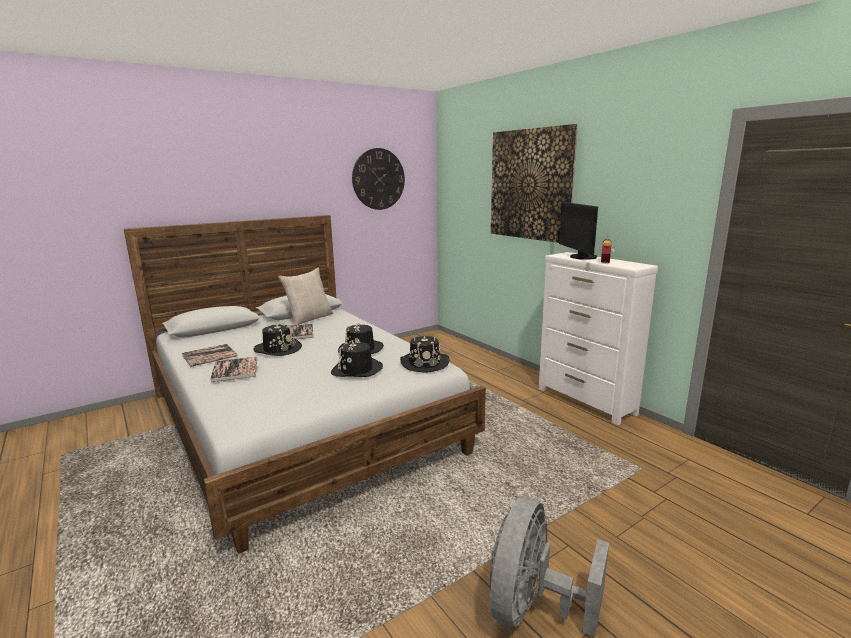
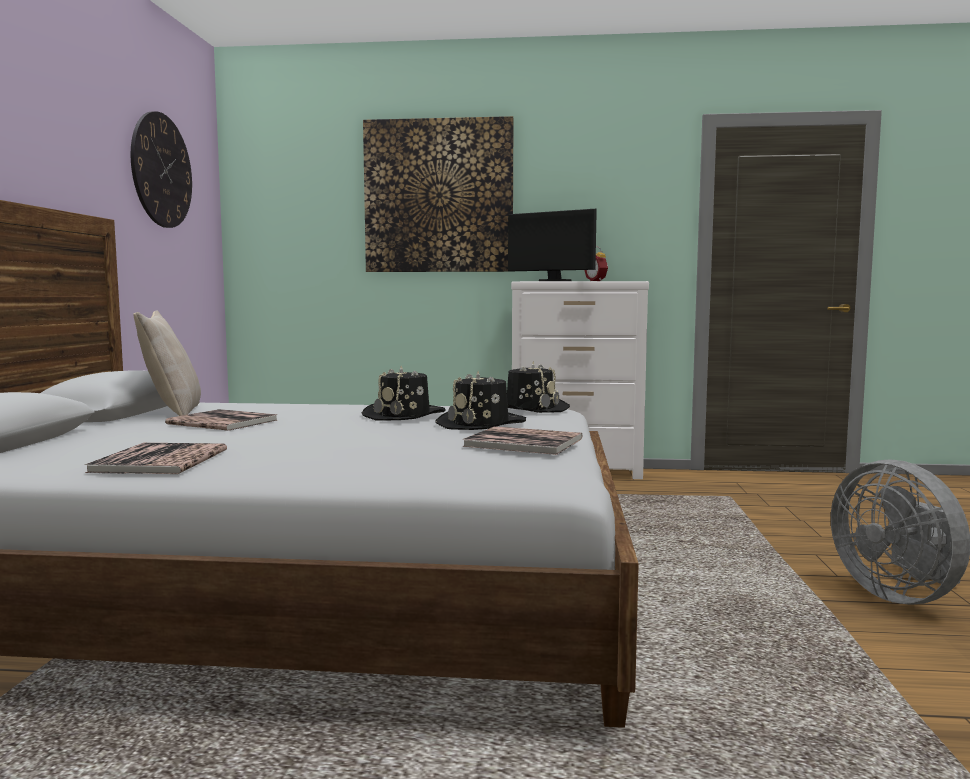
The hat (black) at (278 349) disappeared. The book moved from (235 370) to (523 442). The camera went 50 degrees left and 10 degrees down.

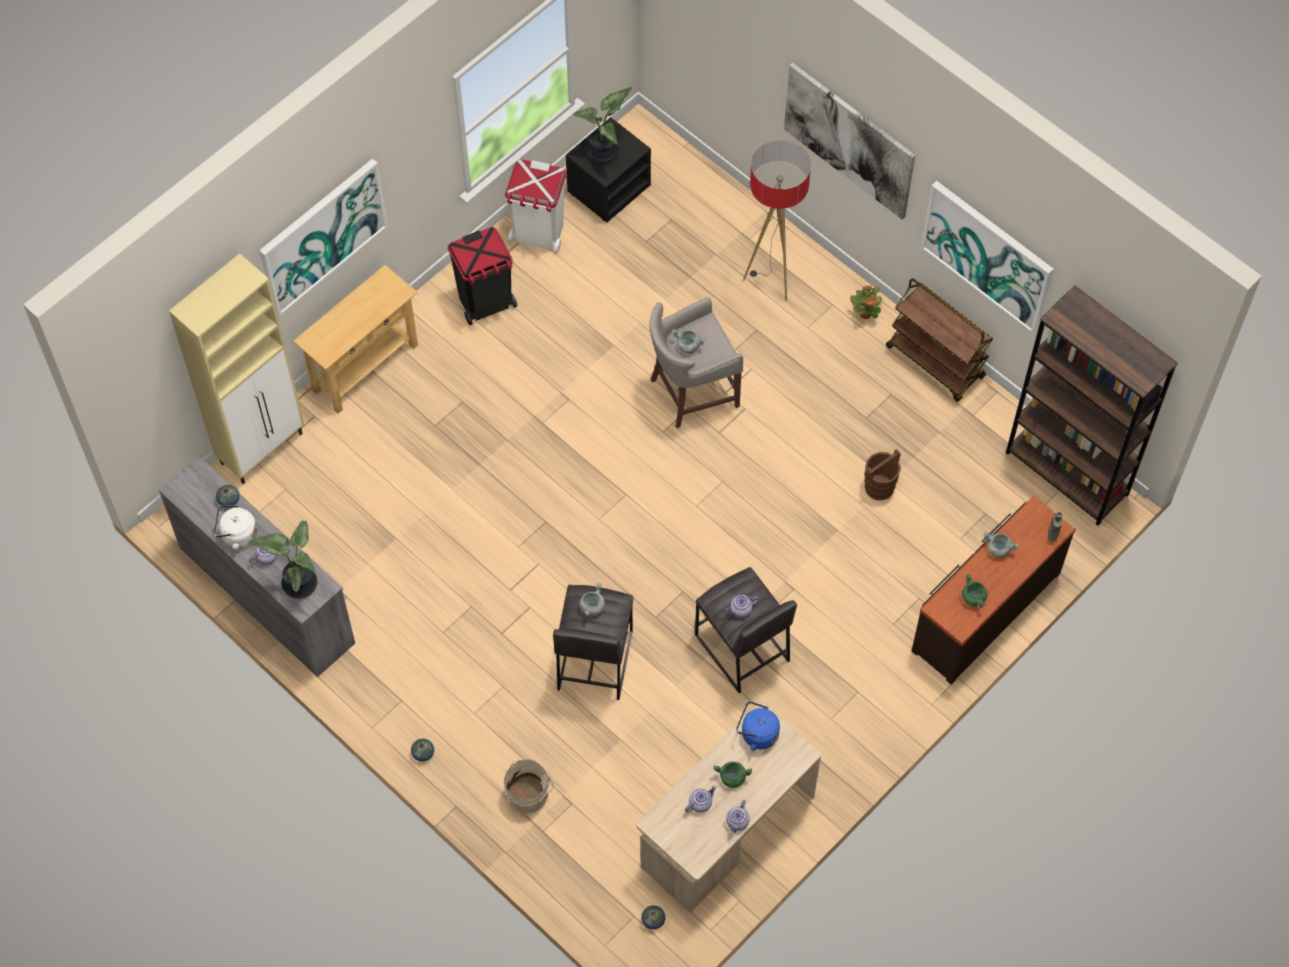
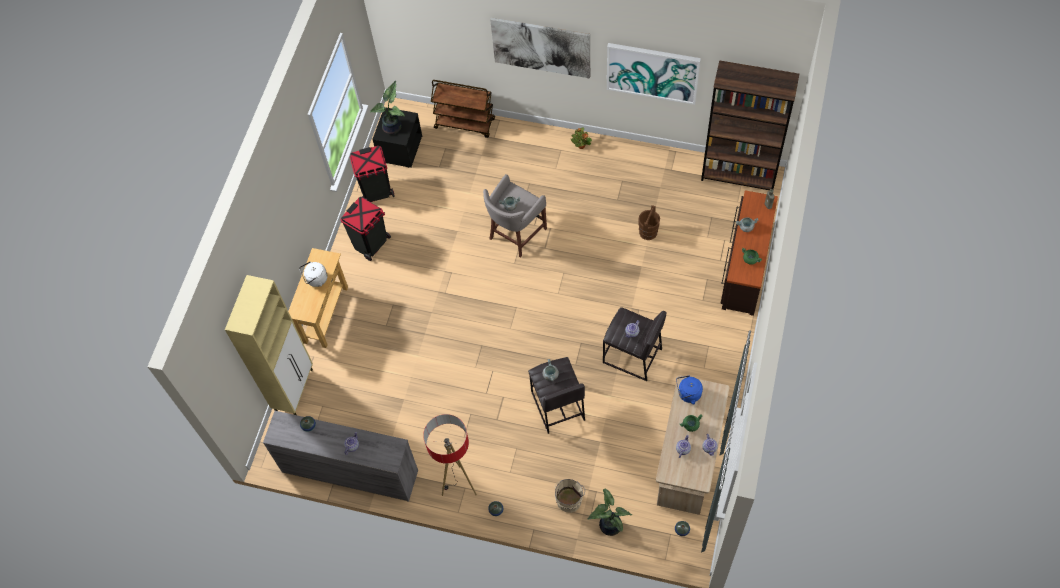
The floor lamp moved from (771 279) to (459 485). The picture at (322 236) disappeared. The trash can (white) at (538 233) became the trash can (black) at (377 192). The cart (brown) moved from (936 362) to (465 123). The kettle (white) moved from (237 535) to (315 279). The potted plant moved from (298 582) to (609 525). The camera went 25 degrees left and 0 degrees up.

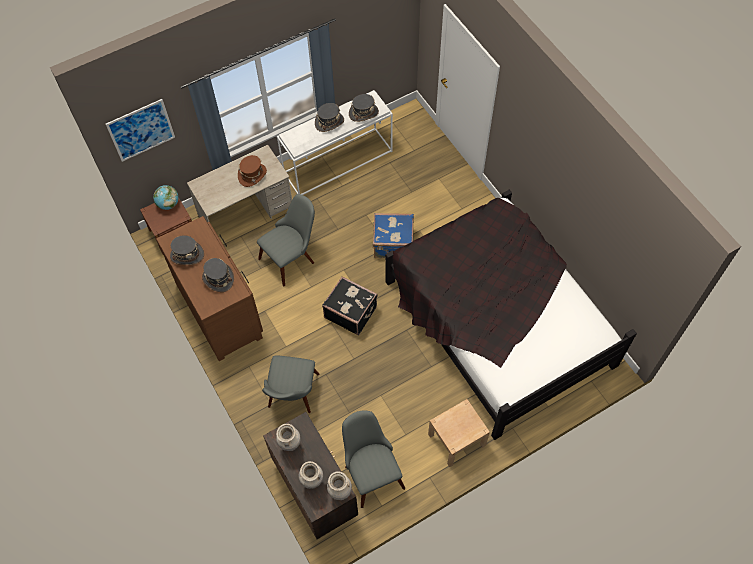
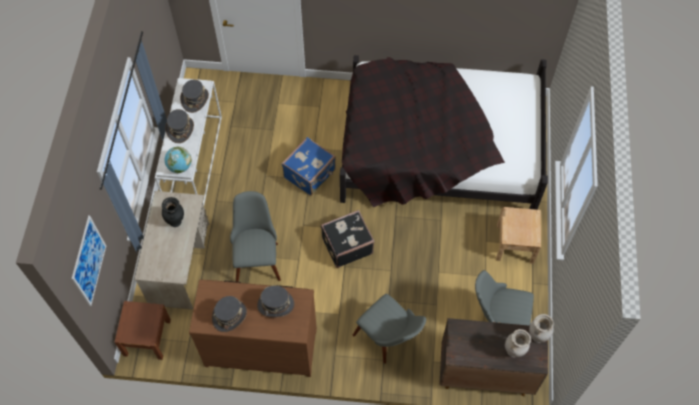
The hat (brown) at (252 175) was replaced by the vase (black) at (176 222). The globe moved from (168 204) to (180 166). The vase (beige) at (290 445) disappeared. The camera went 55 degrees left and 0 degrees up.

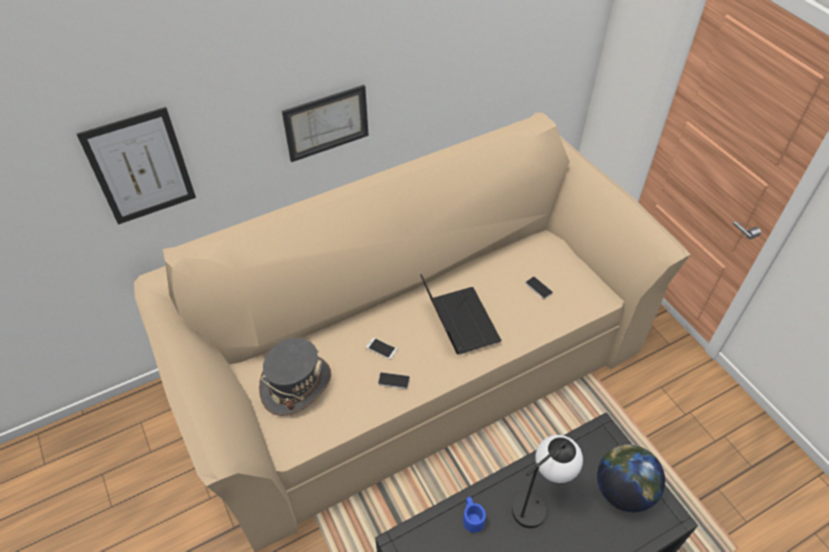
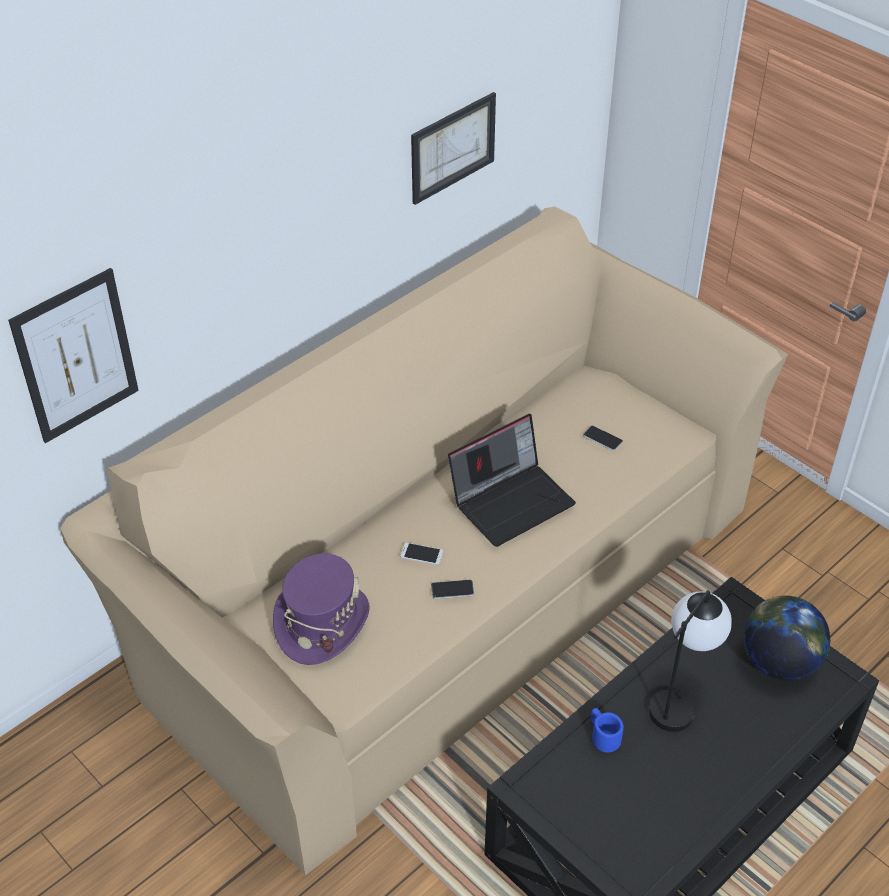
The picture moved from (326 123) to (452 147). The laptop at (458 322) turned 90 degrees clockwise. The hat (grey) at (296 384) became the hat (purple) at (322 622). The camera went 15 degrees left and 5 degrees down.

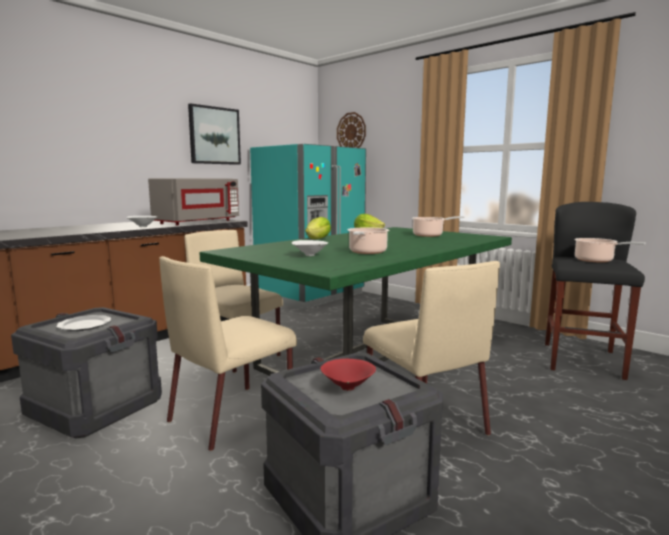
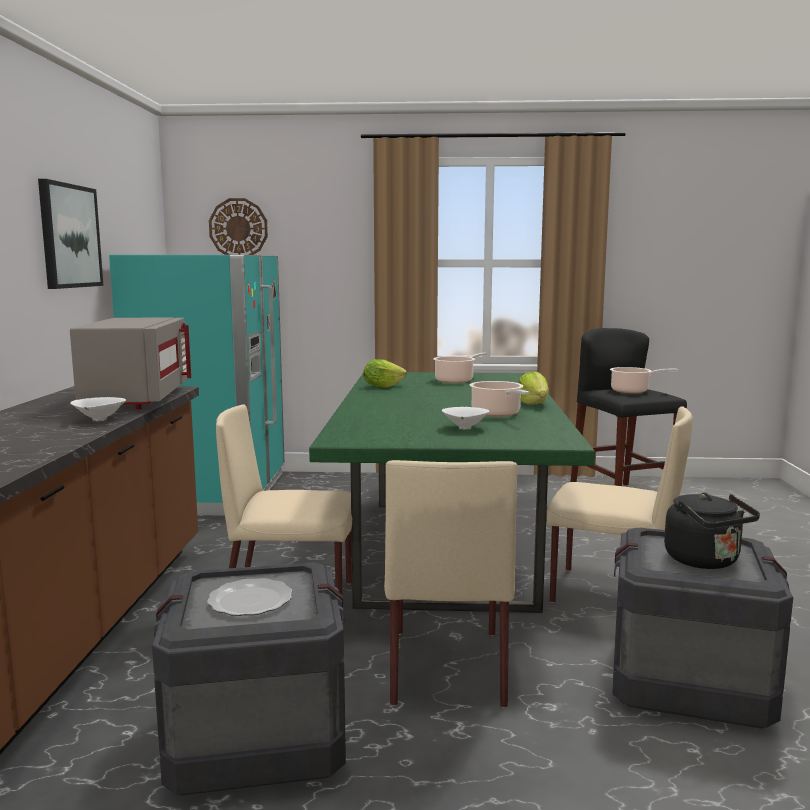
The lettuce moved from (318 239) to (533 404). The bowl (red) at (347 388) was replaced by the kettle (black) at (705 561). The camera went 40 degrees left and 0 degrees up.

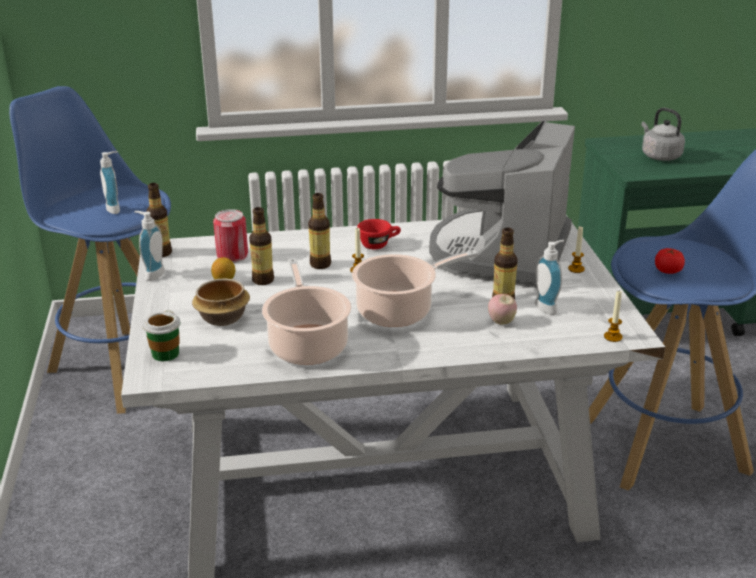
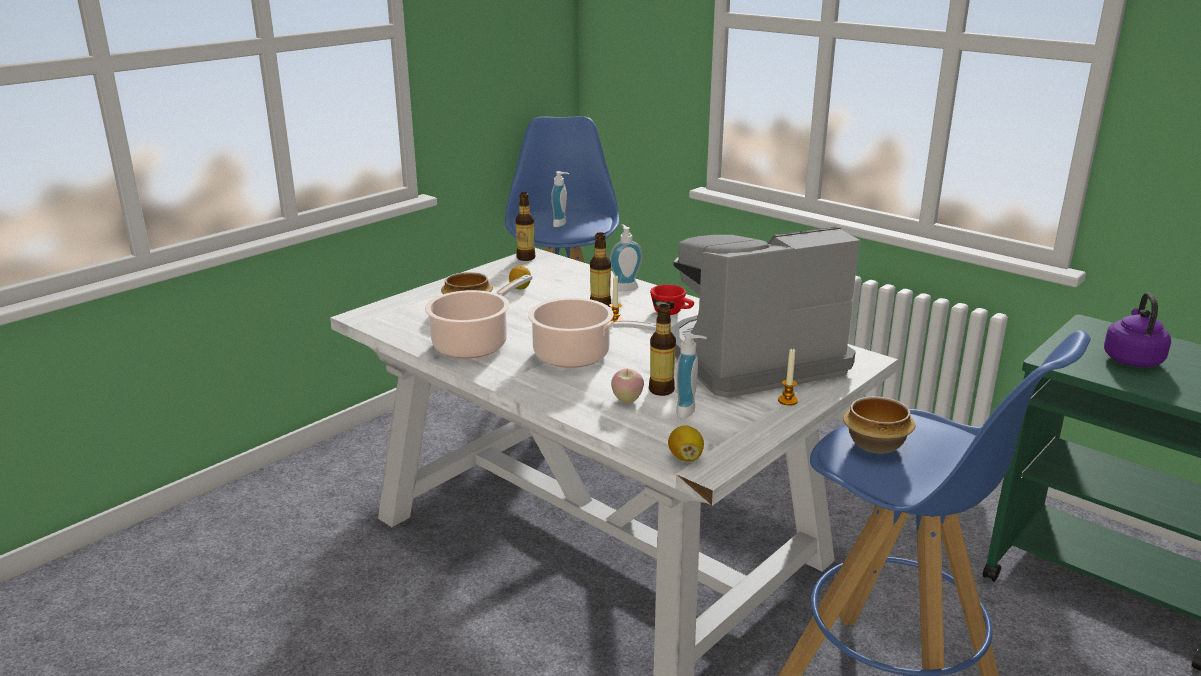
The kettle (grey) at (659 156) became the kettle (purple) at (1131 359). The bottle at (263 280) disappeared. The can at (232 255) disappeared. The soap dispenser moved from (152 274) to (624 287). The tomato at (668 270) was replaced by the bowl at (876 445). The candle at (613 337) was replaced by the lemon at (685 457). The cup at (165 354) disappeared. The camera went 50 degrees right and 5 degrees down.

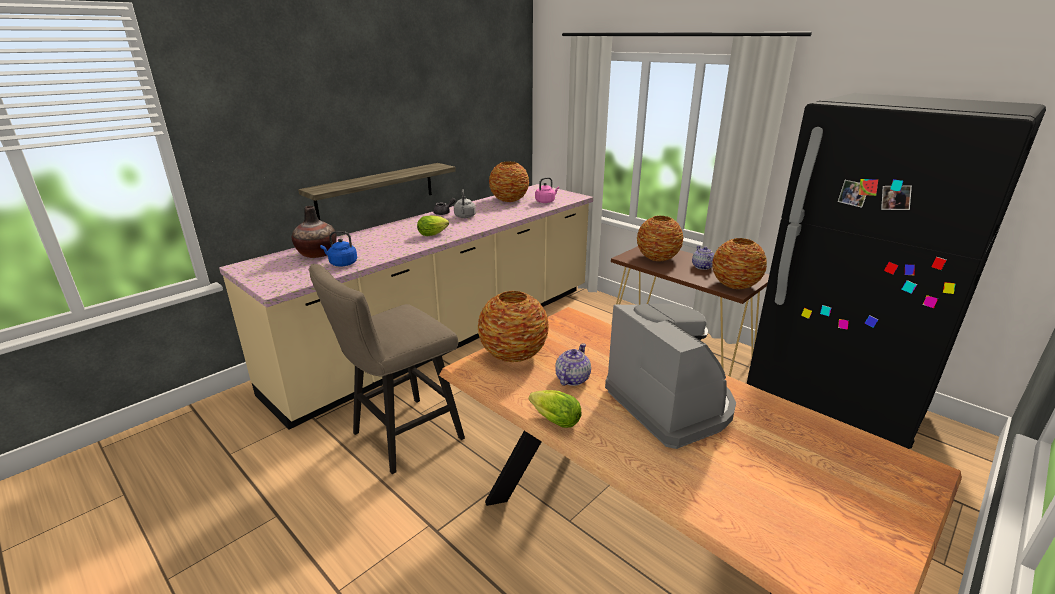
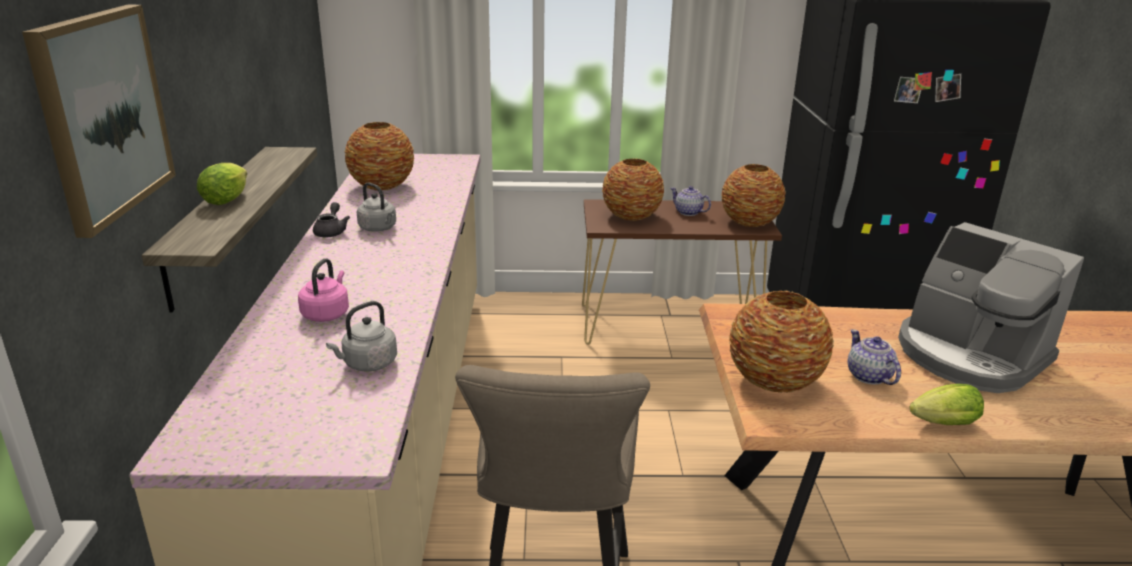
The kettle (pink) moved from (546 201) to (327 313). The vase at (317 254) disappeared. The lettuce moved from (434 234) to (228 199). The kettle (blue) at (342 263) became the kettle (grey) at (367 364). The coffee machine at (671 404) turned 150 degrees counterclockwise. The picture at (103 114) appeared. The camera went 45 degrees left and 0 degrees up.

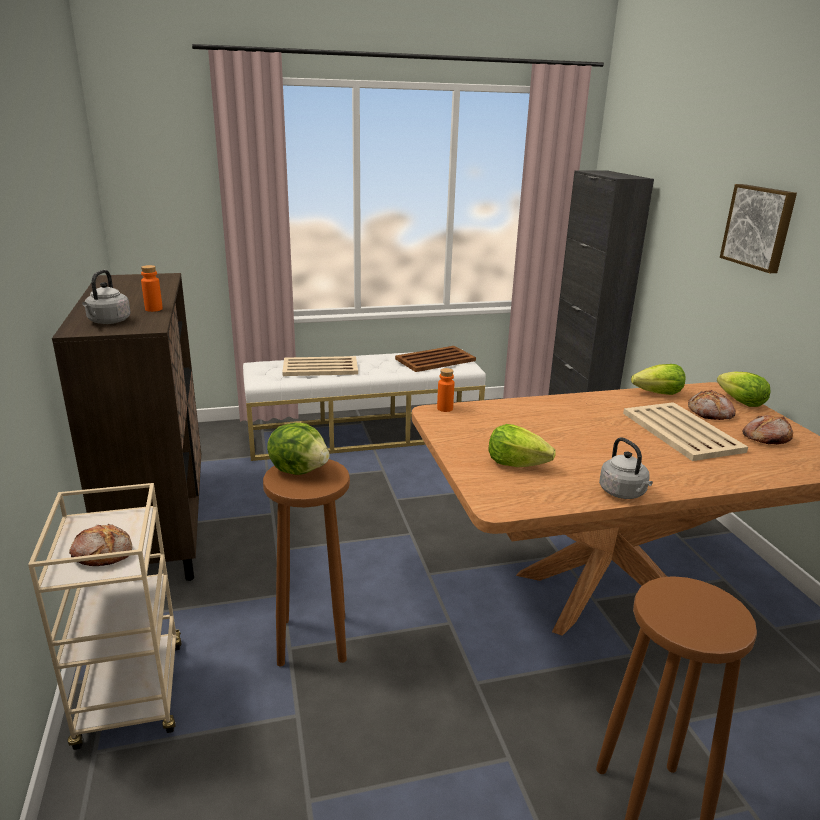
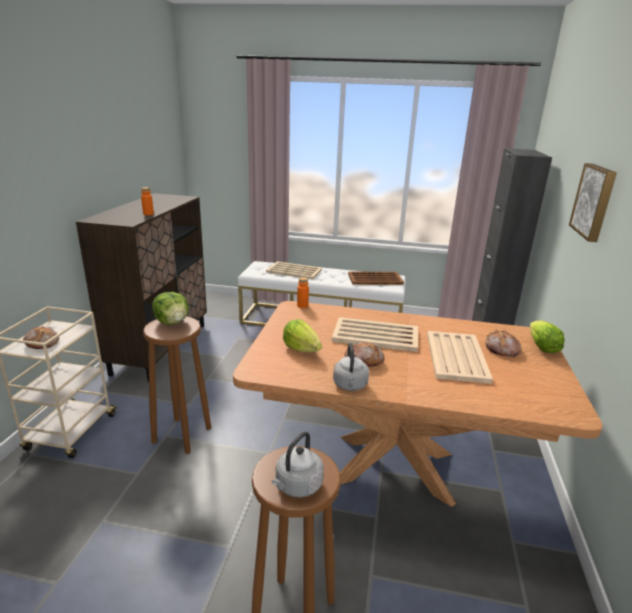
The kettle (grey) moved from (108 322) to (297 486). The lettuce at (658 394) disappeared. The bread moved from (765 438) to (363 360). The tray (beige) at (376 335) appeared. The camera went 25 degrees right and 0 degrees up.

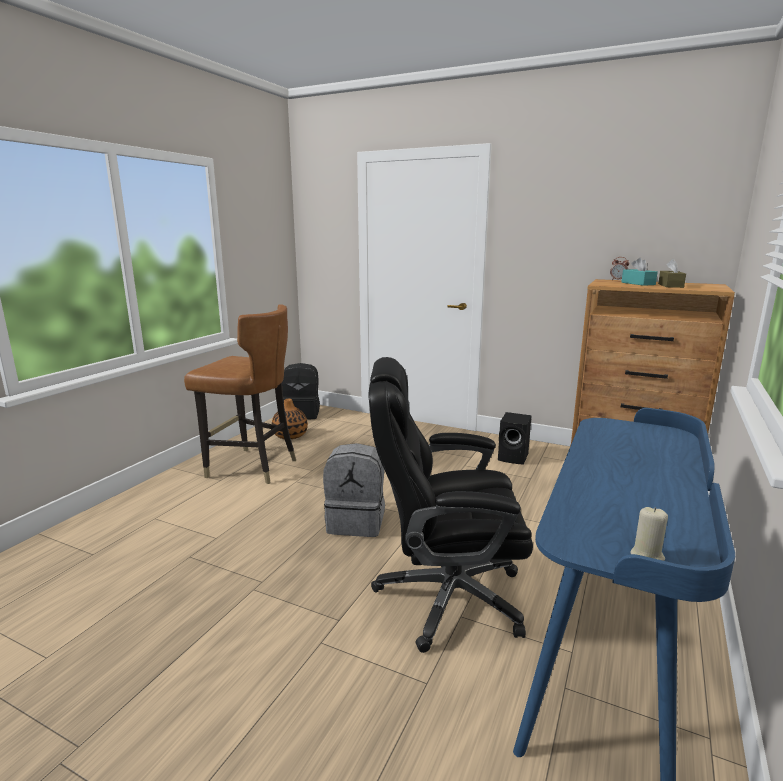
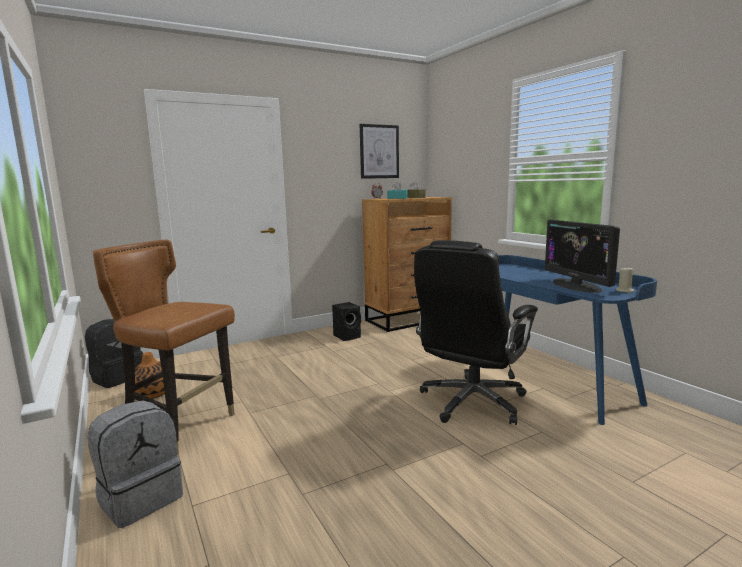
The chair (brown) at (251 467) turned 120 degrees counterclockwise. The backpack (grey) moved from (356 522) to (141 498). The picture at (379 151) appeared. The monitor at (576 286) appeared. The camera went 55 degrees left and 5 degrees down.

